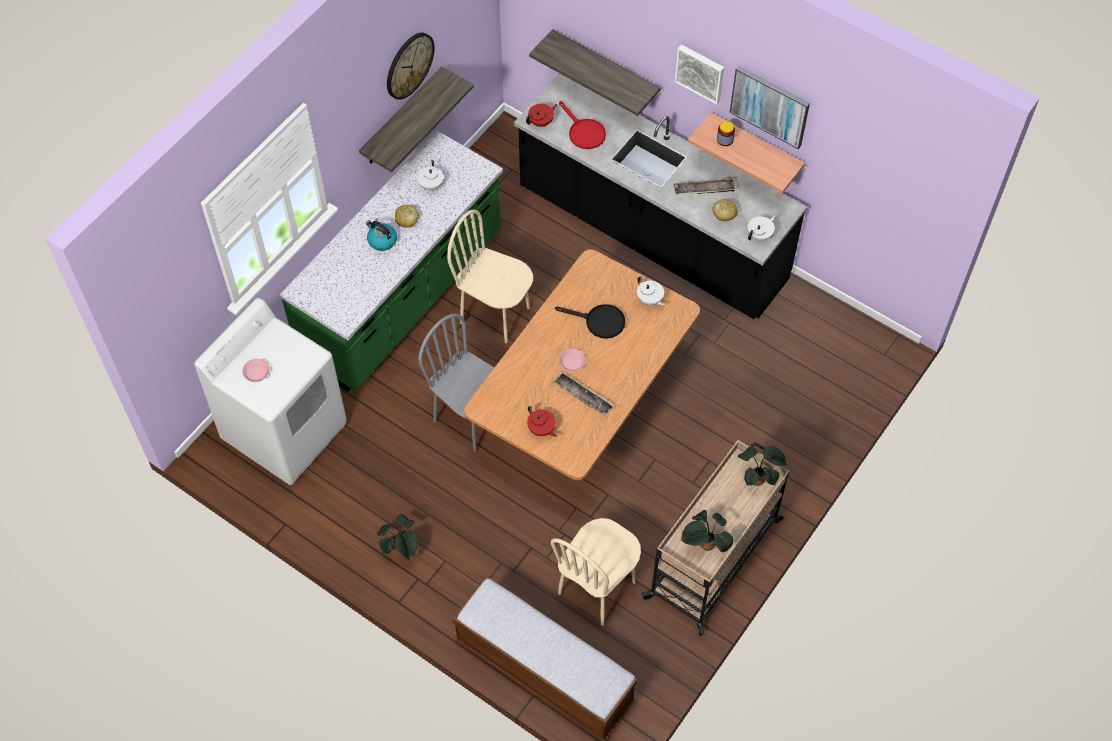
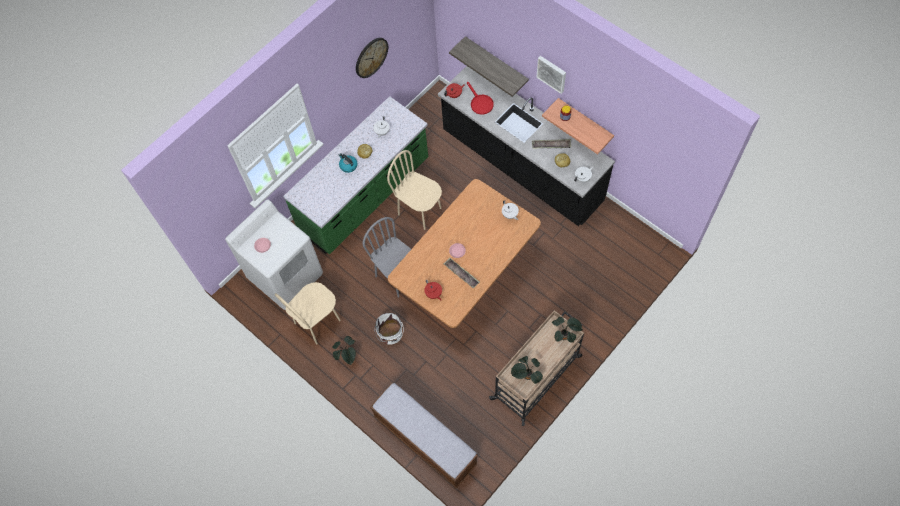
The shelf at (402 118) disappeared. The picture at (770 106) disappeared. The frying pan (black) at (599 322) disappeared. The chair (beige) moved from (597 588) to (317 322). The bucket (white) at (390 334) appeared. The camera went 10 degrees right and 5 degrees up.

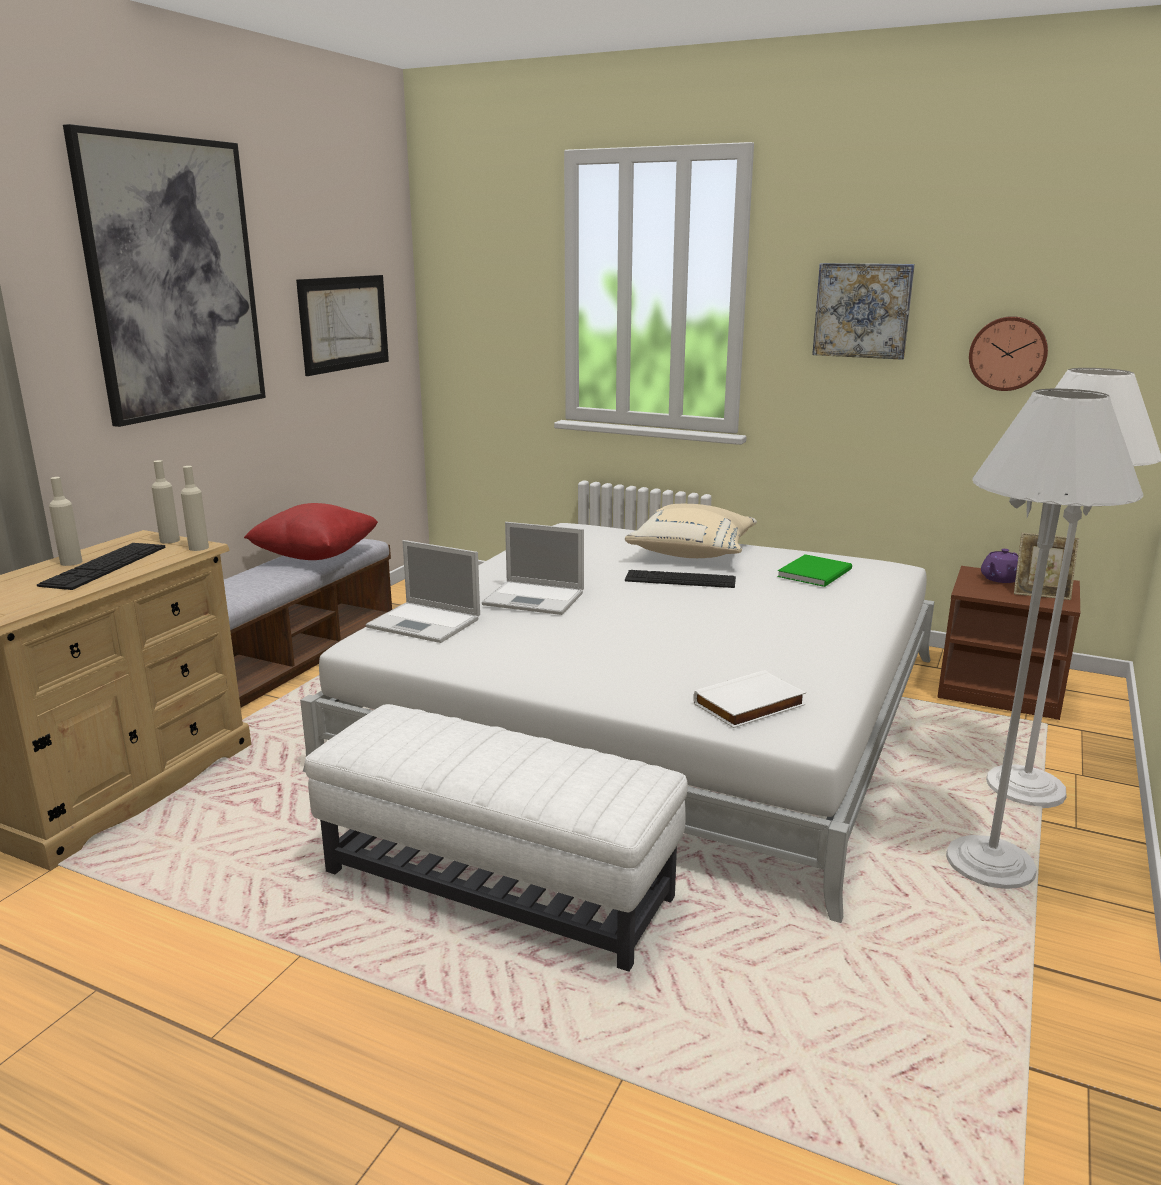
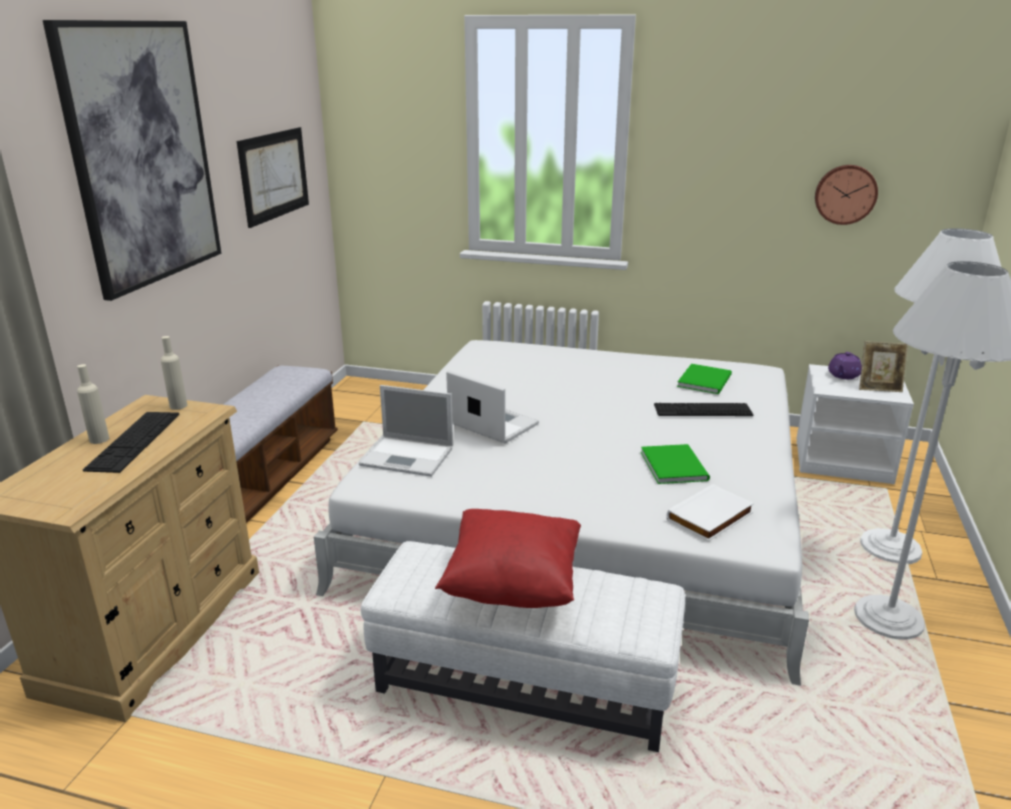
The picture at (862 310) disappeared. The bottle (beige) at (198 548) disappeared. The pillow (red) moved from (316 555) to (513 585). The pillow (beige) at (693 553) disappeared. The laptop at (536 598) turned 150 degrees counterclockwise. The nightstand (brown) at (1001 690) became the nightstand (white) at (843 460). The keyboard moved from (680 579) to (702 410). The book (green) at (674 465) appeared. The camera went 10 degrees left and 5 degrees up.

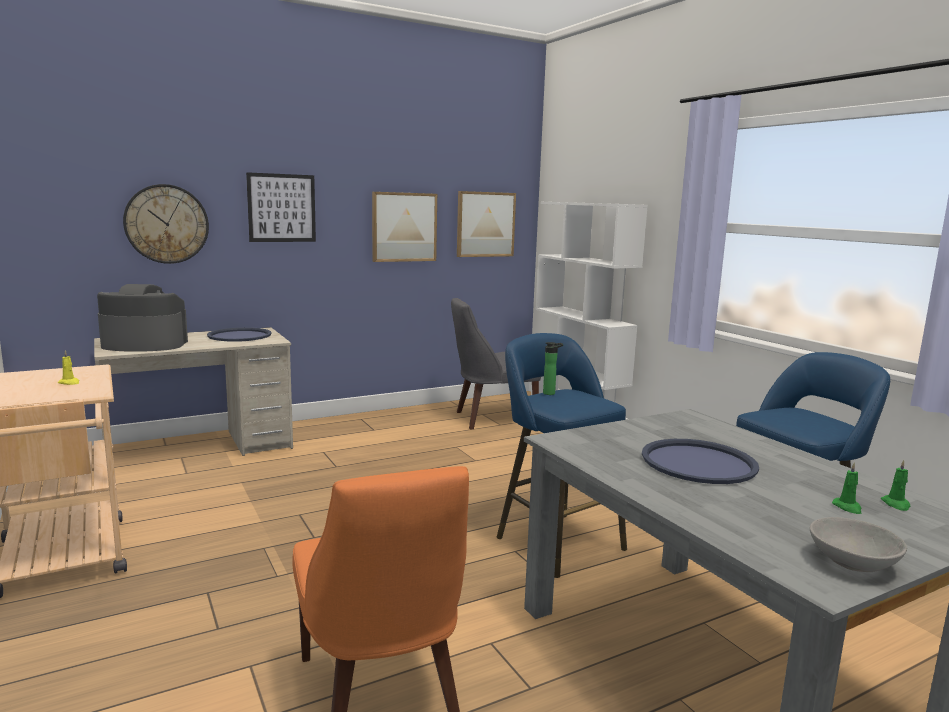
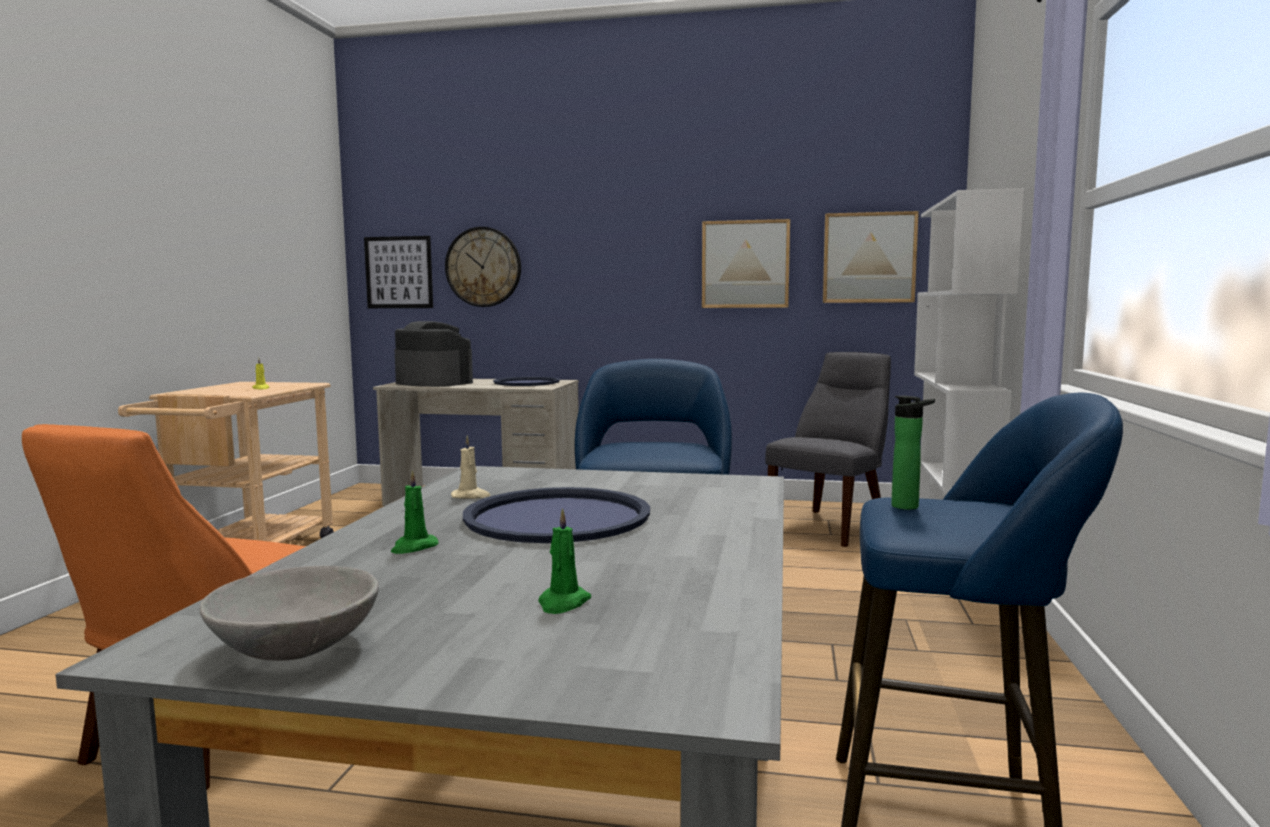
The picture moved from (281 208) to (399 272). The chair (grey) at (491 418) turned 105 degrees clockwise. The bottle moved from (551 393) to (909 507). The candle (green) moved from (896 504) to (413 547). The candle (beige) at (471 496) appeared. The camera went 40 degrees right and 5 degrees down.

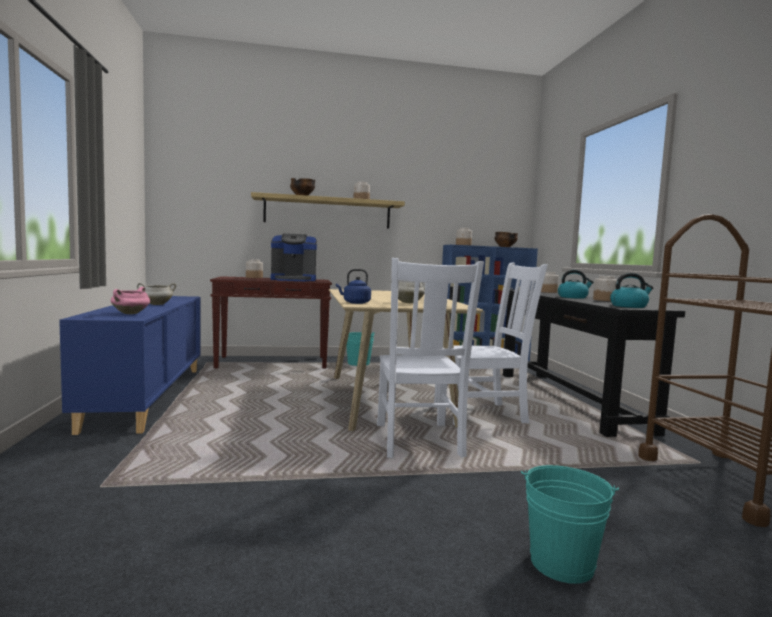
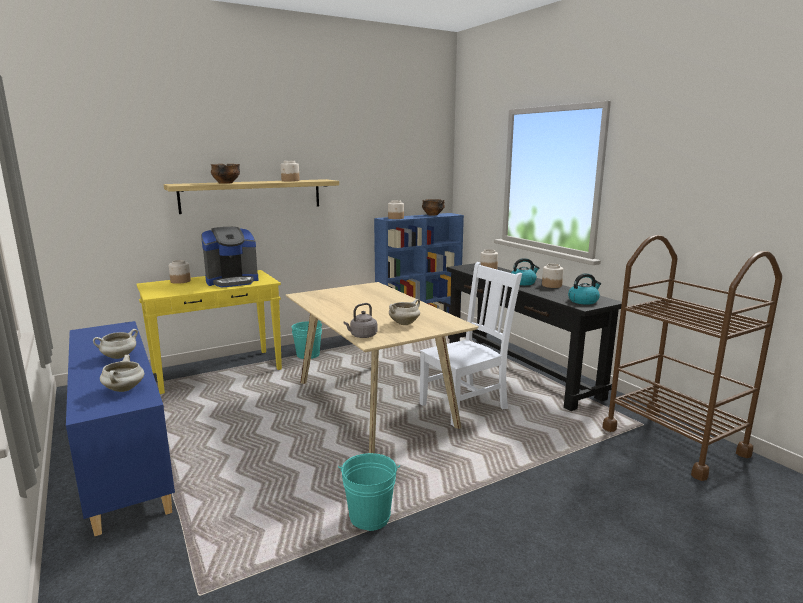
The chair (white) at (418 441) disappeared. The kettle (blue) at (355 303) became the kettle (grey) at (362 336). The console table (brown) at (273 363) became the console table (yellow) at (218 371). The cooking pot (pink) at (130 313) became the cooking pot (white) at (124 389). The bucket (turquoise) moved from (562 563) to (370 517). The camera went 20 degrees left and 10 degrees up.

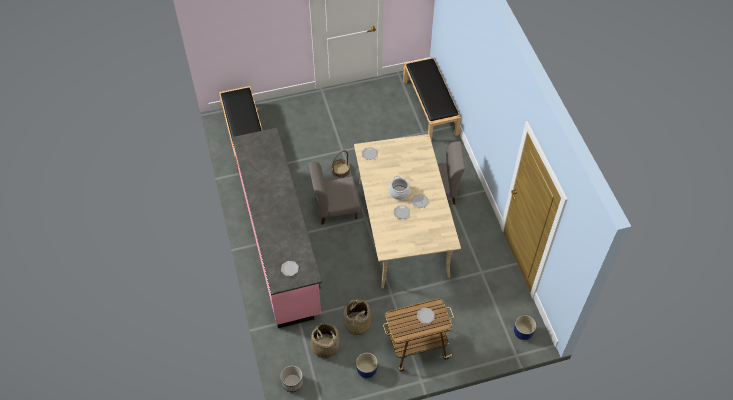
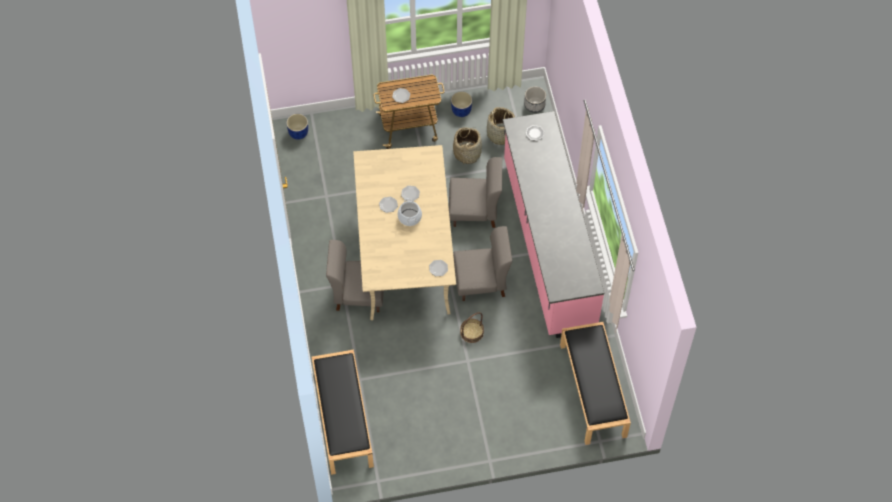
The chair (grey) at (474 211) appeared. The camera went 175 degrees left and 5 degrees up.

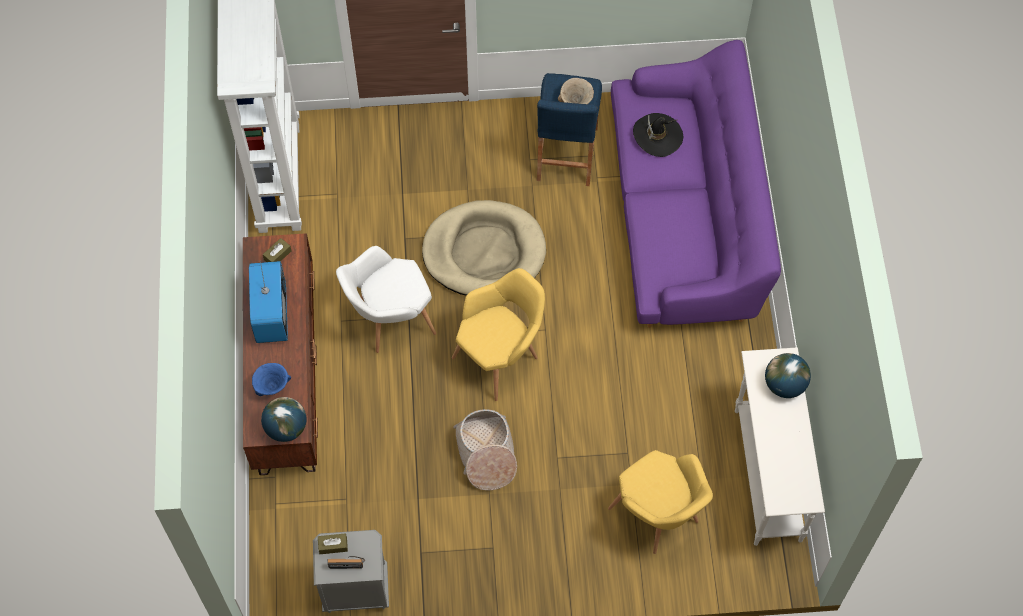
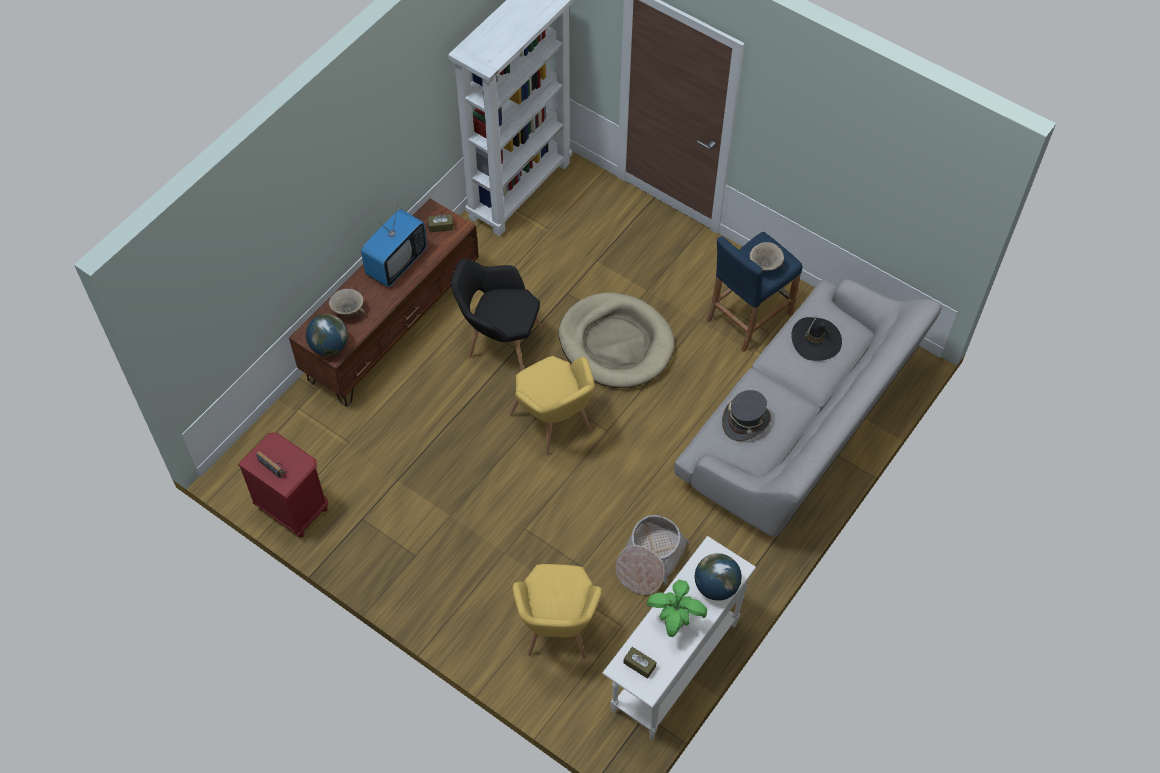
The sofa (purple) at (684 215) became the sofa (grey) at (799 425). The armchair (white) at (389 321) became the armchair (black) at (499 342). The armchair (yellow) at (501 356) turned 60 degrees clockwise. The bowl (blue) at (272 386) became the bowl (beige) at (348 311). The basket moved from (486 454) to (649 560). The nightstand (grey) at (355 590) became the nightstand (red) at (293 508). The tissue box (brown) moved from (333 546) to (639 665). The hat (grey) at (746 421) appeared. The potted plant at (675 621) appeared. The camera went 40 degrees right and 5 degrees down.

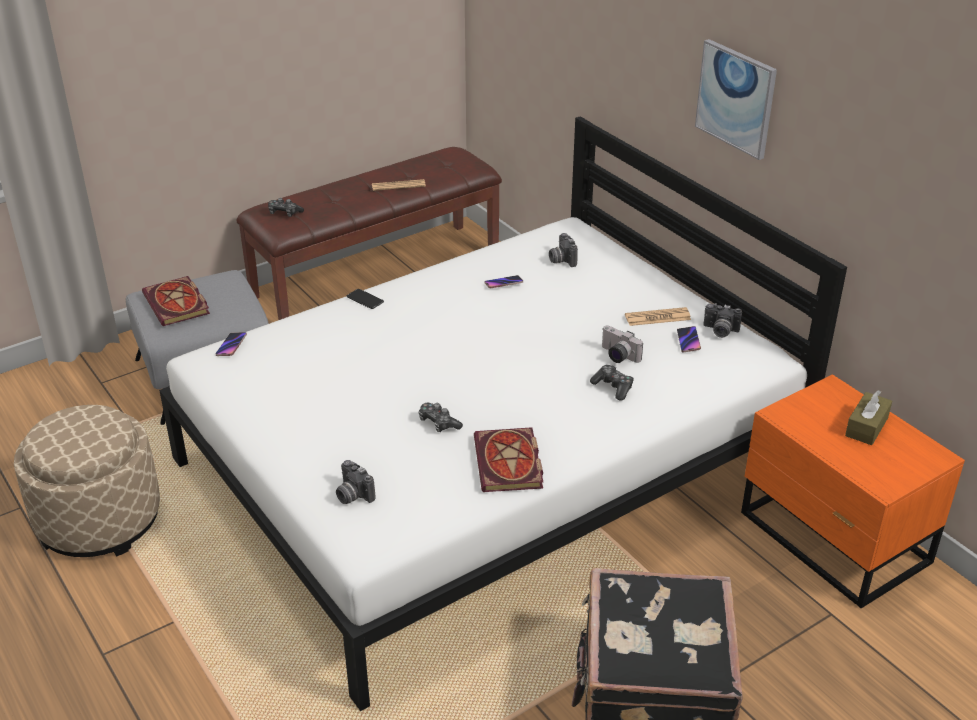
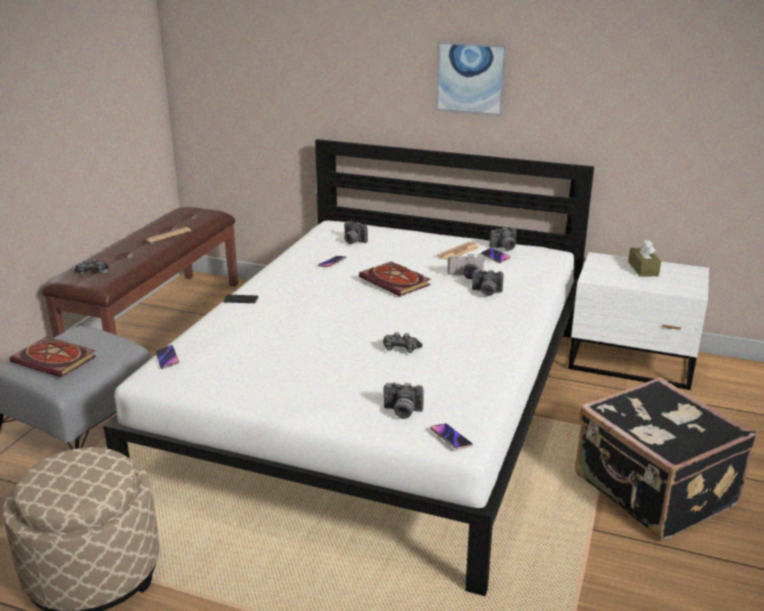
The game controller at (613 387) was replaced by the photo camera at (486 292). The nightstand (orange) at (834 540) became the nightstand (white) at (633 363). The book moved from (510 464) to (397 282). The phone at (451 438) appeared. The camera went 35 degrees left and 10 degrees down.

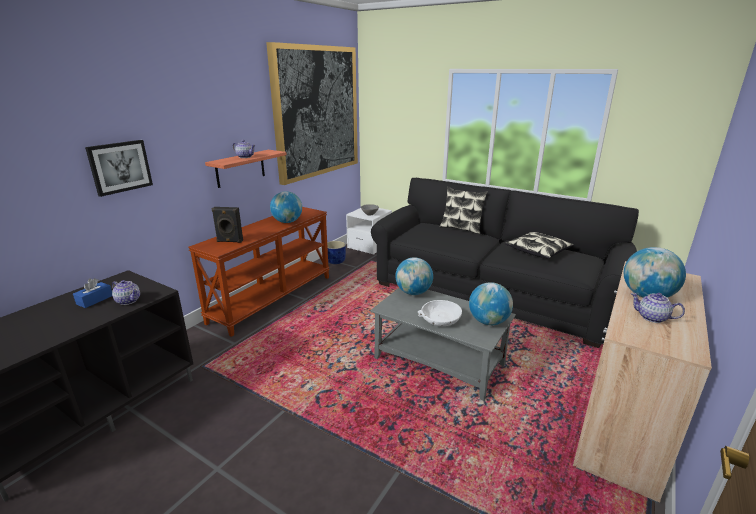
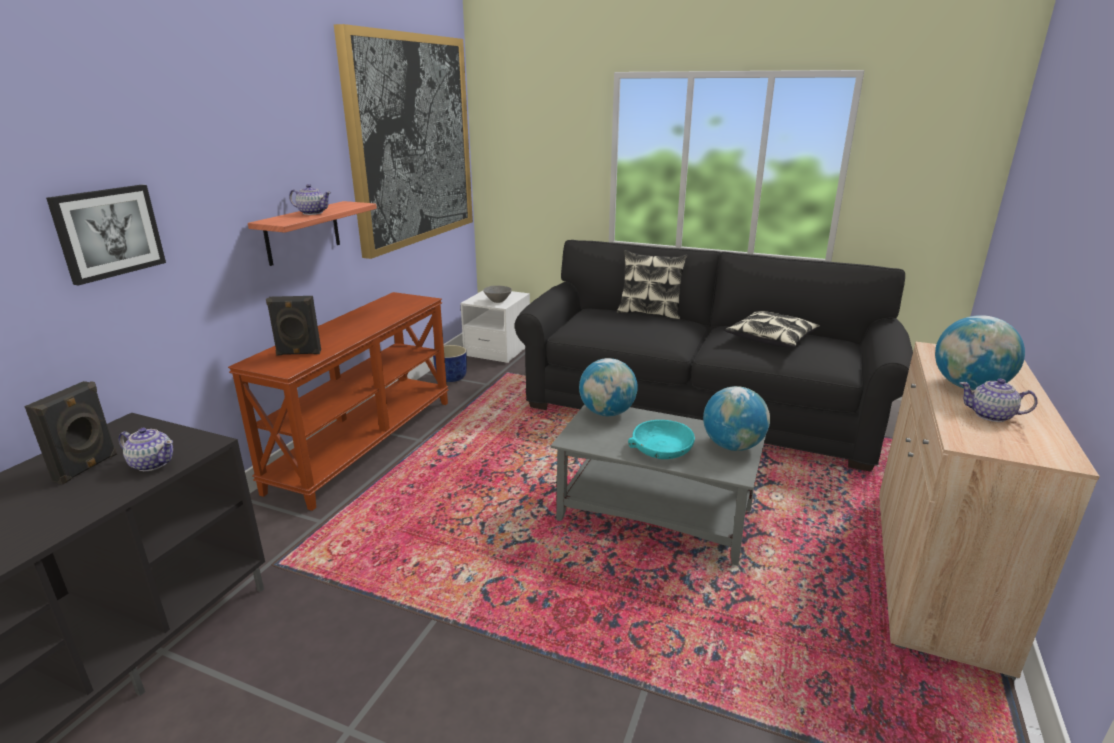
The globe at (287 222) disappeared. The tissue box (blue) at (95 300) was replaced by the speaker (black) at (87 468). The bowl (white) at (440 319) became the bowl (turquoise) at (662 449). The camera went 10 degrees left and 0 degrees up.

